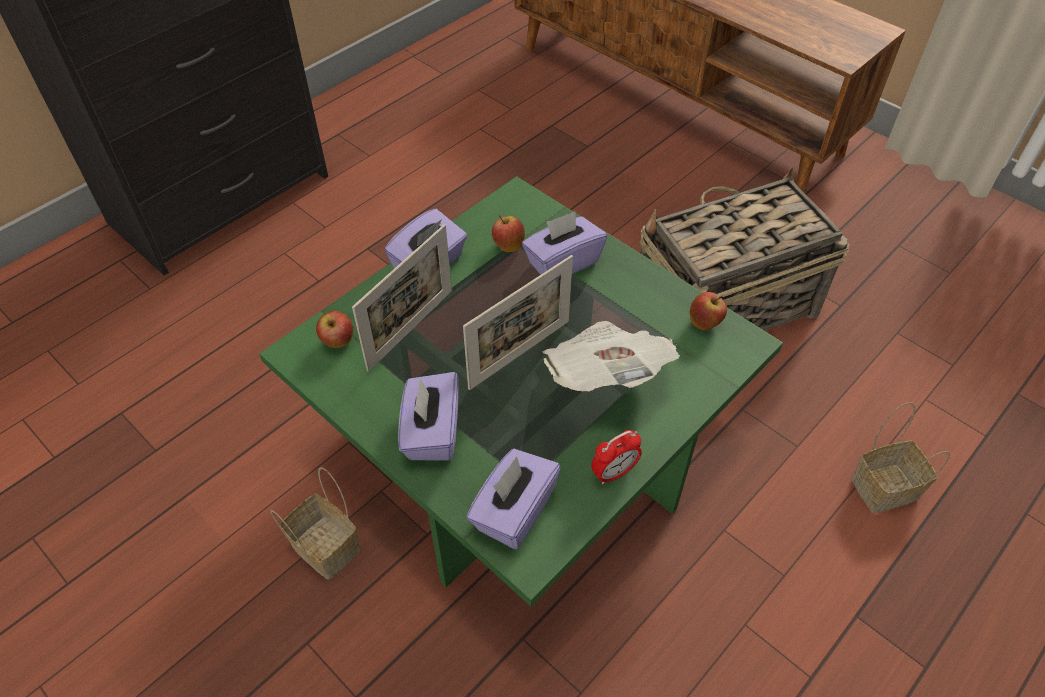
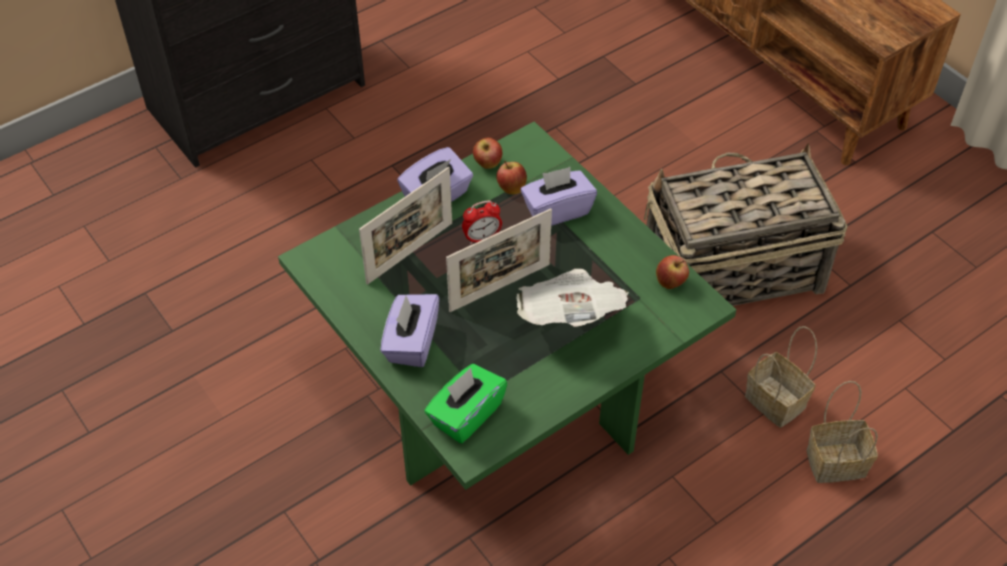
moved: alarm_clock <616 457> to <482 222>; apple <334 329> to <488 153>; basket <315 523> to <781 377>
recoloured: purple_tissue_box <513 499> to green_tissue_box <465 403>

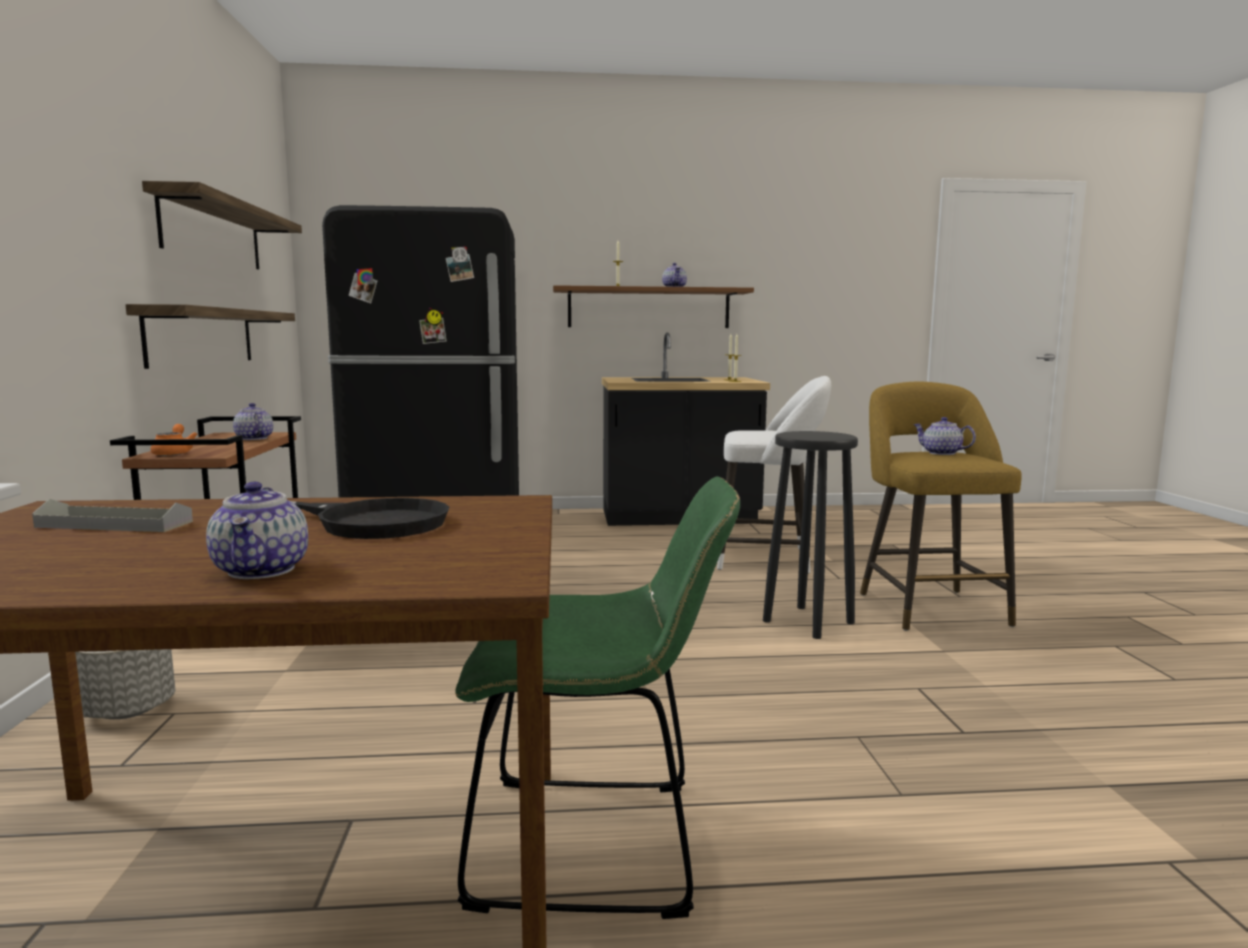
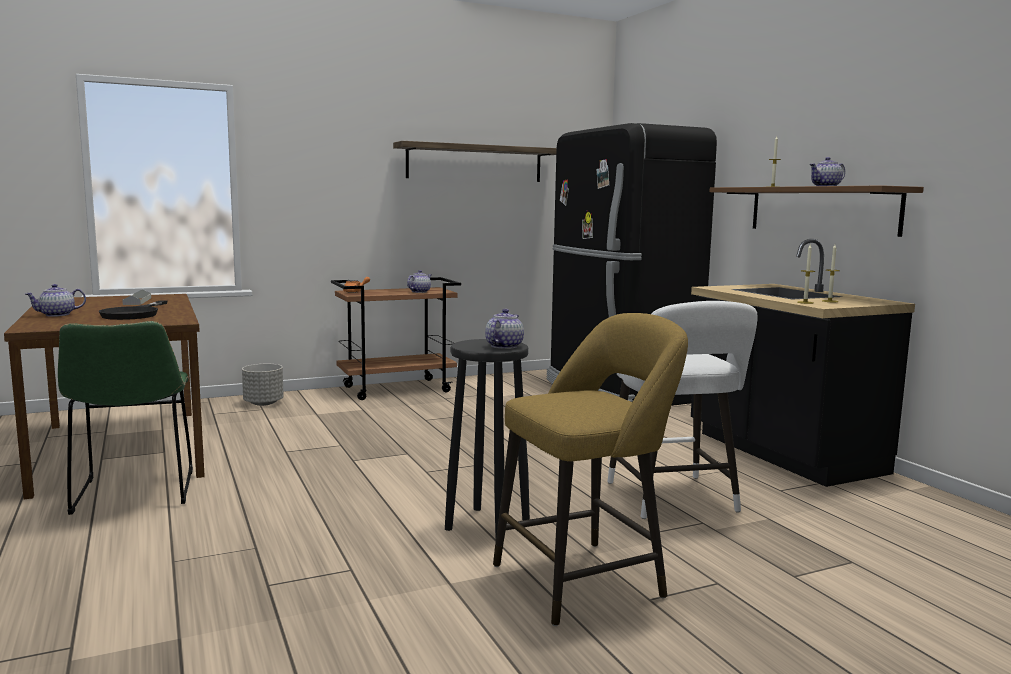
removed: shelf <210 336>
moved: teapot <944 436> to <504 329>

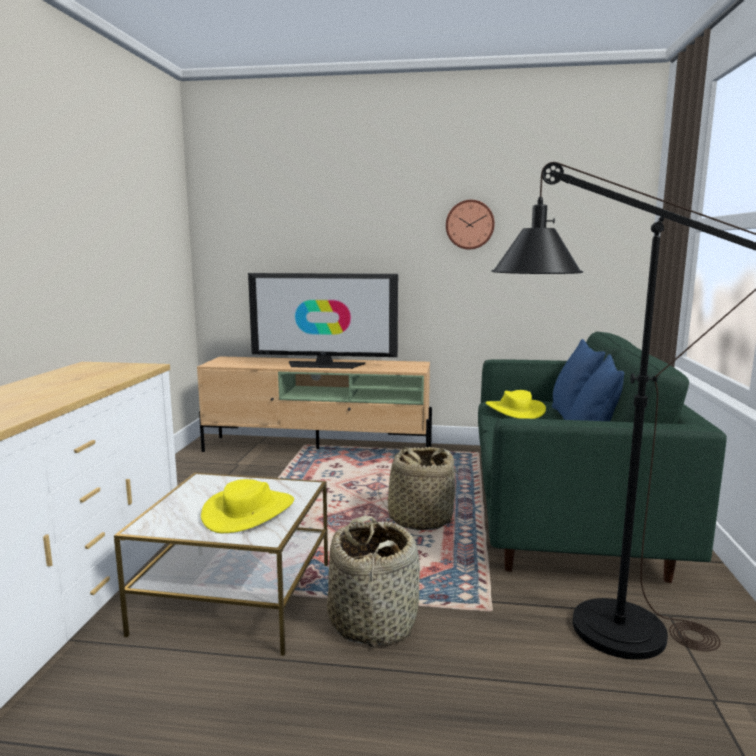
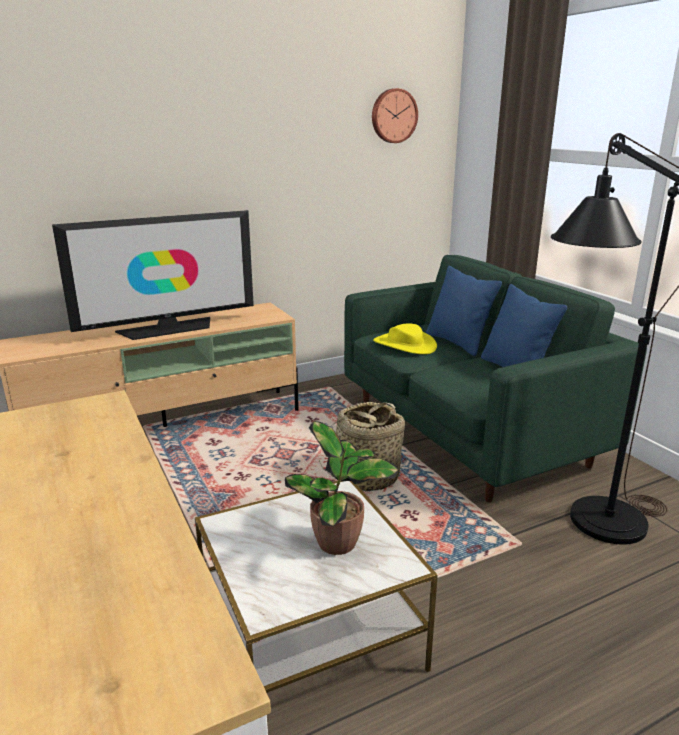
removed: basket <373 581>
moved: wall_clock <470 225> to <395 115>
replaced: yellow_hat <247 506> to potted_plant <342 488>

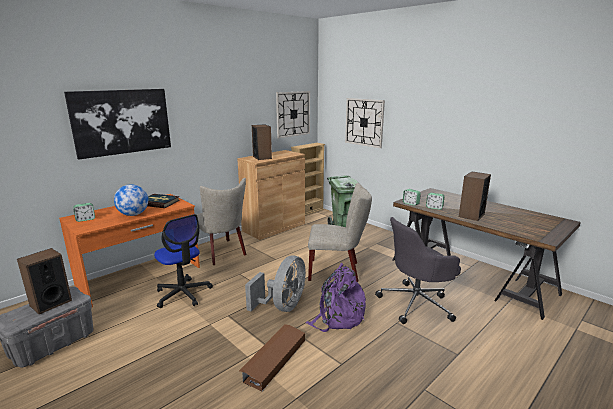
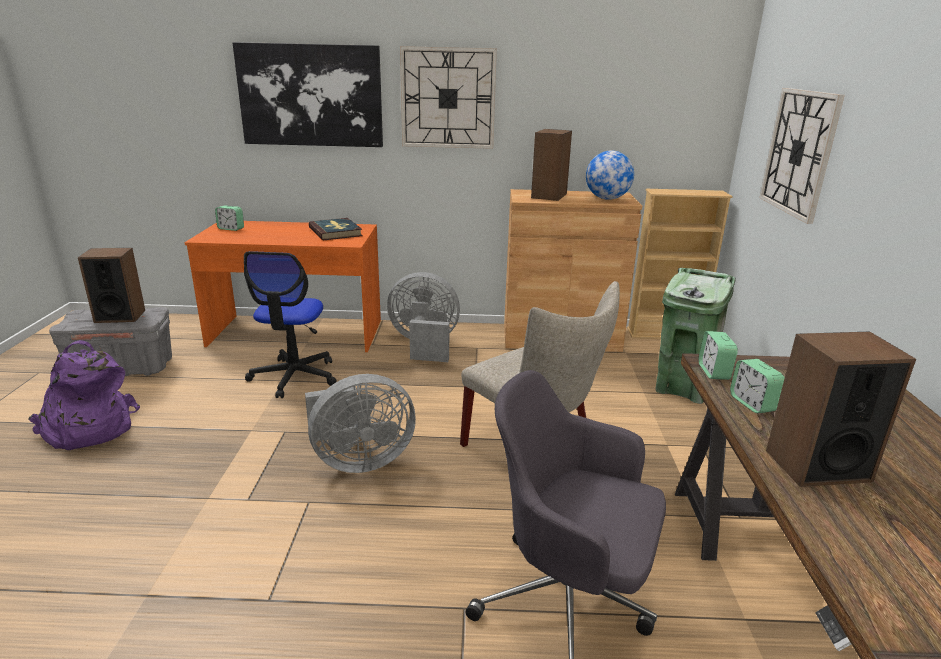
removed: brown_storage_box <272 357>
moved: purple_backpack <336 297> to <84 395>; wall_clock <293 114> to <448 97>; globe <131 200> to <610 175>
replaced: beige_chair <221 221> to grey_fan <423 317>

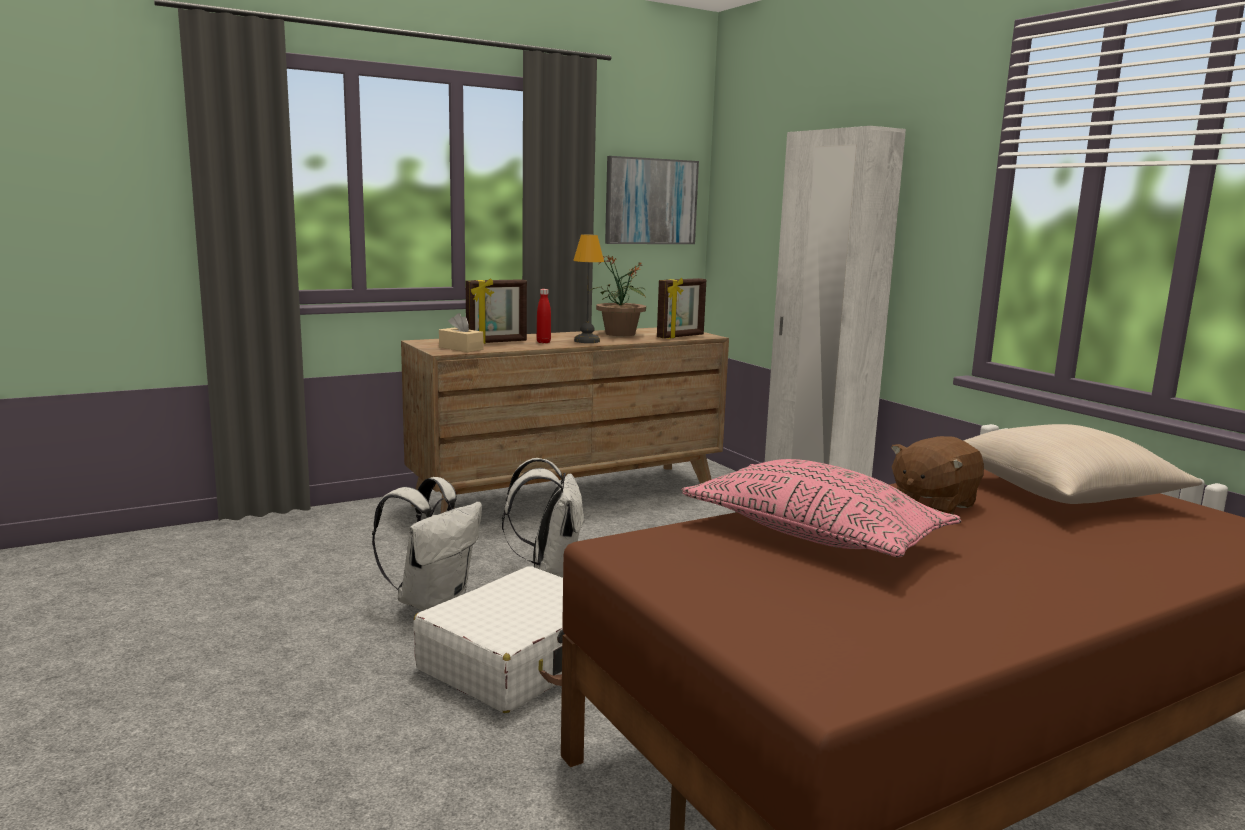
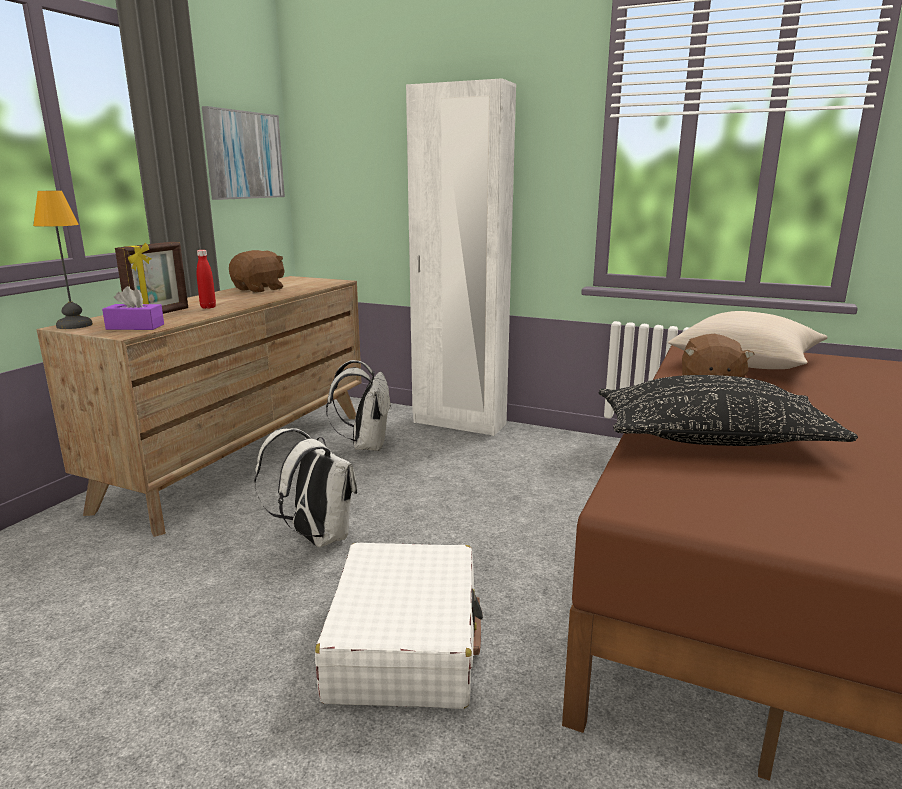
removed: picture_frame <681 308>
moved: table_lamp <588 288> to <63 260>; white_backpack <427 544> to <359 405>
replaced: potted_plant <617 295> to brown_plush_toy <257 271>
recoloured: beige_tissue_box <461 332> to purple_tissue_box <133 308>; pink_pillow <821 508> to black_pillow <728 410>

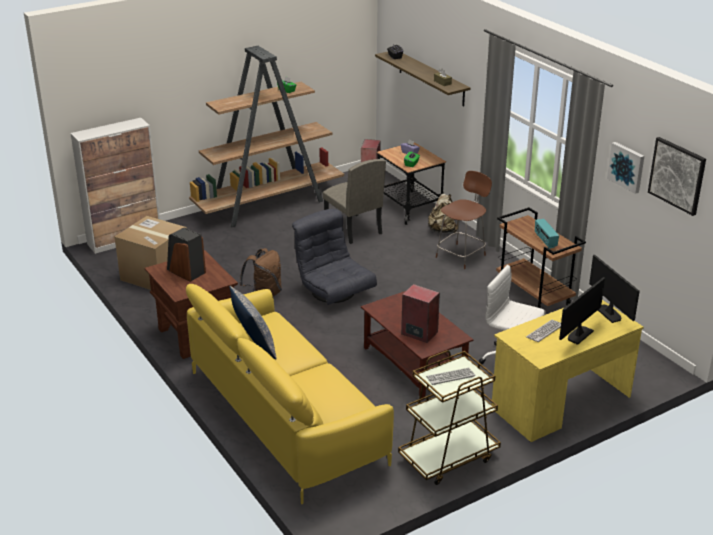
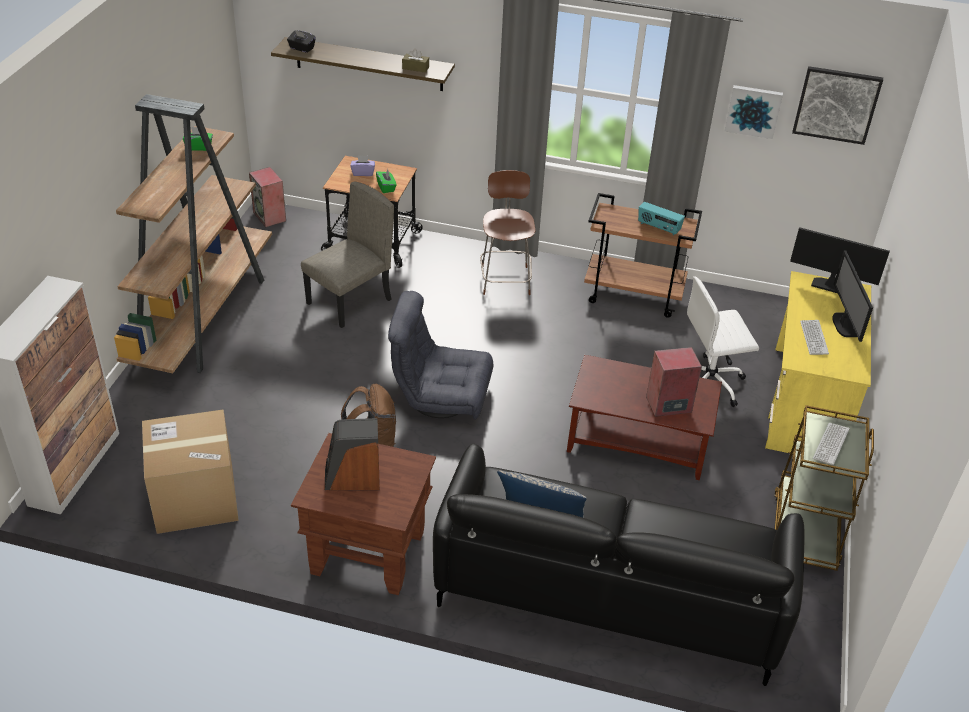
removed: beige_backpack <443 213>
recoloured: yellow_sofa <290 394> to black_sofa <619 565>
turned: beige_chair <354 201> = <347 254> 60 degrees counterclockwise

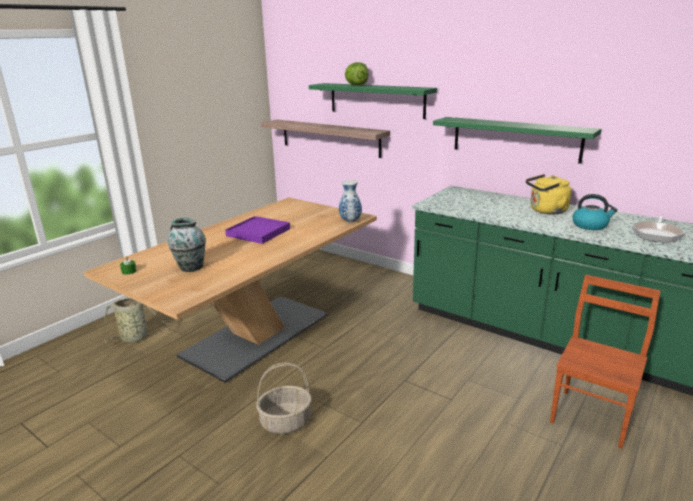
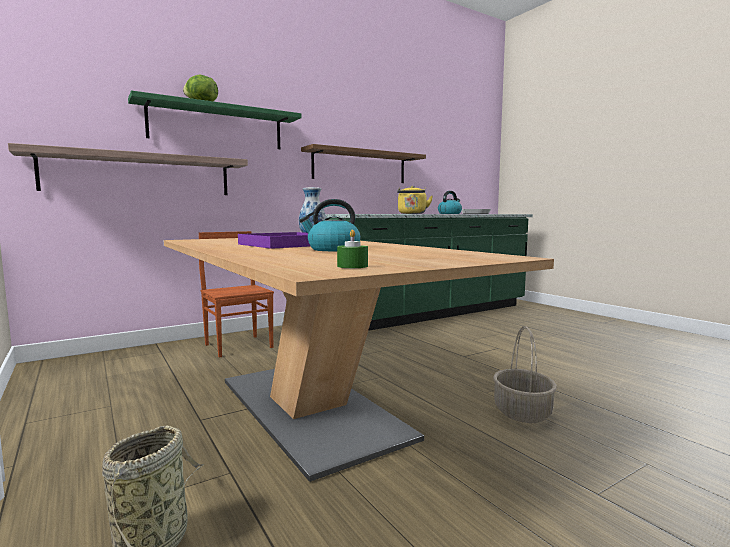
removed: vase <187 245>
added: kettle <330 225>
moved: brown_chair <605 362> to <236 294>
recoloured: green_shelf <517 140> to brown_shelf <363 163>

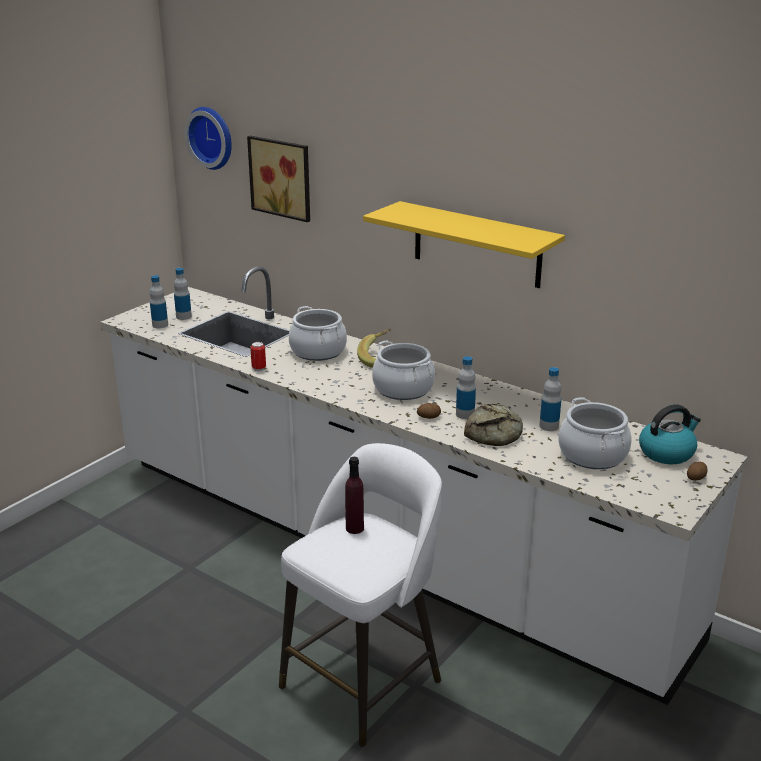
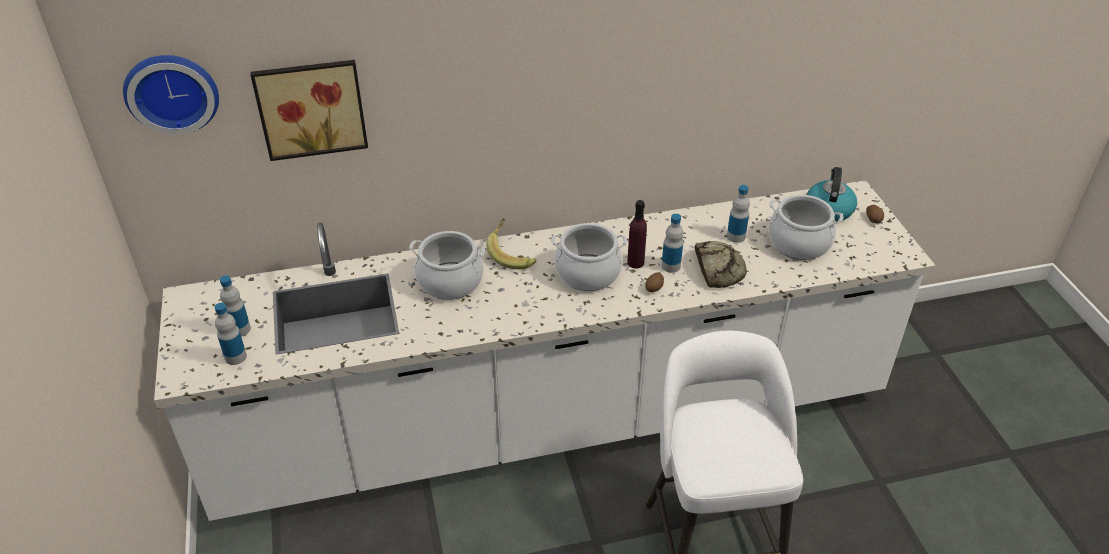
removed: can <258 356>; yellow_shelf <464 244>
moved: purple_bottle <354 495> to <637 234>

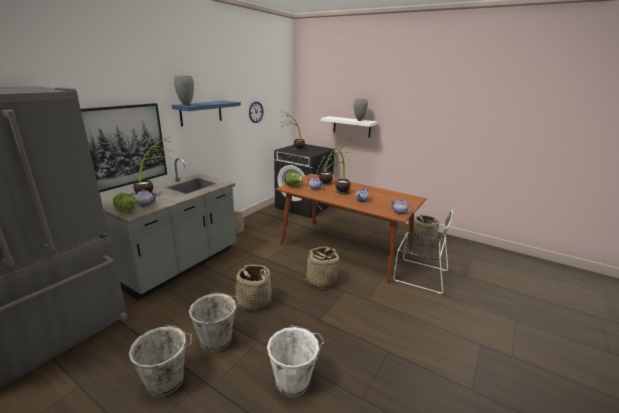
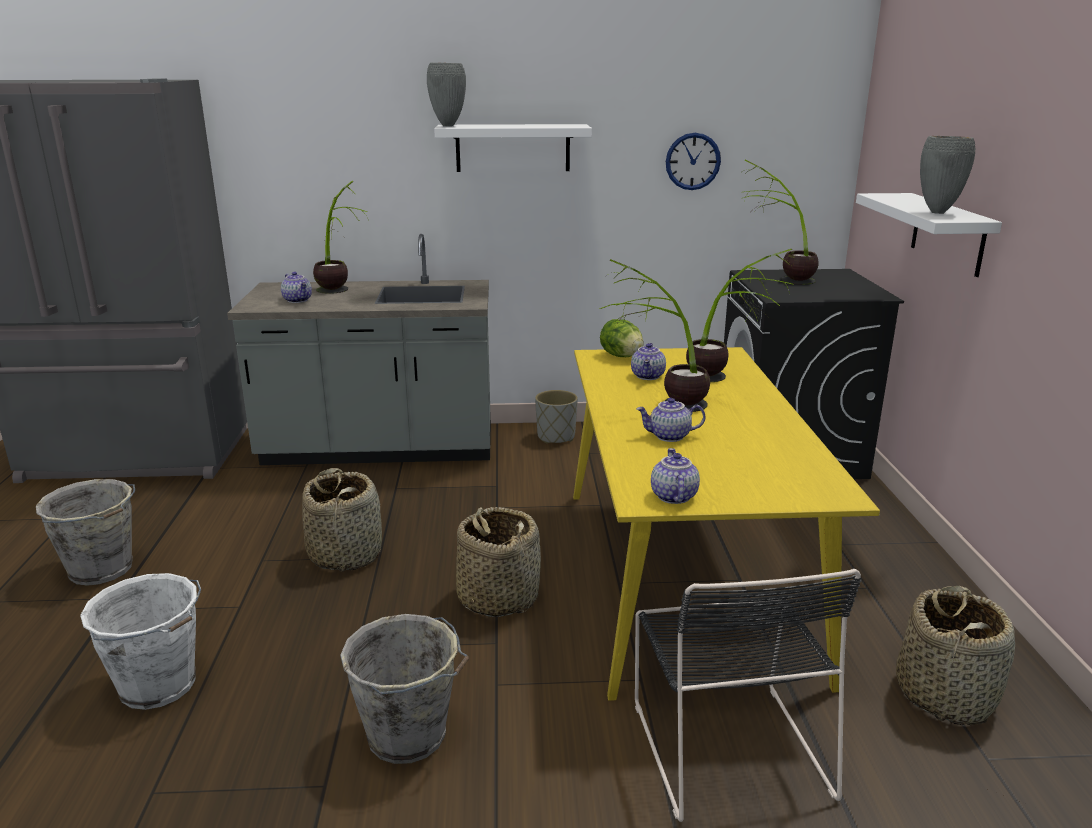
removed: picture <124 147>; lettuce <124 203>
moved: grey_bucket <215 322> to <404 689>
recoloured: blue_shelf <206 113> to white_shelf <513 148>; brown_dining_table <351 229> to yellow_dining_table <726 524>

